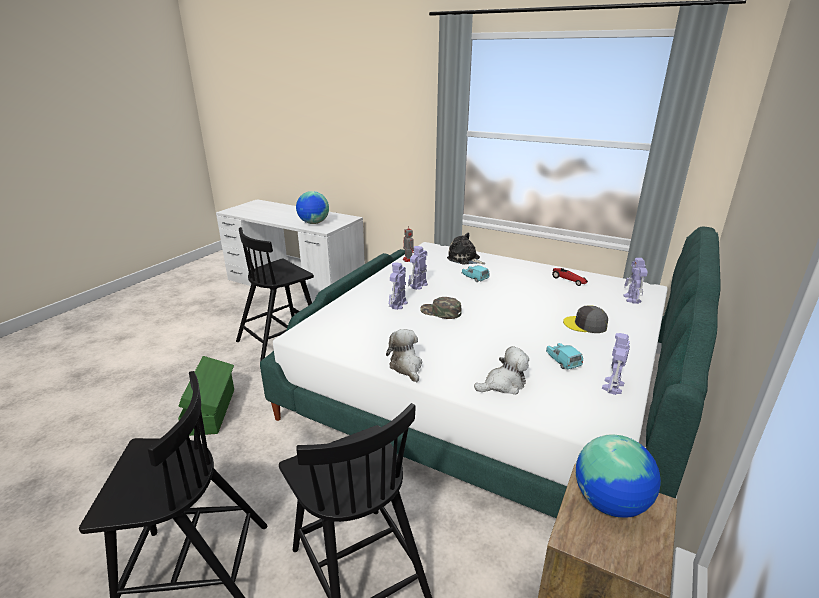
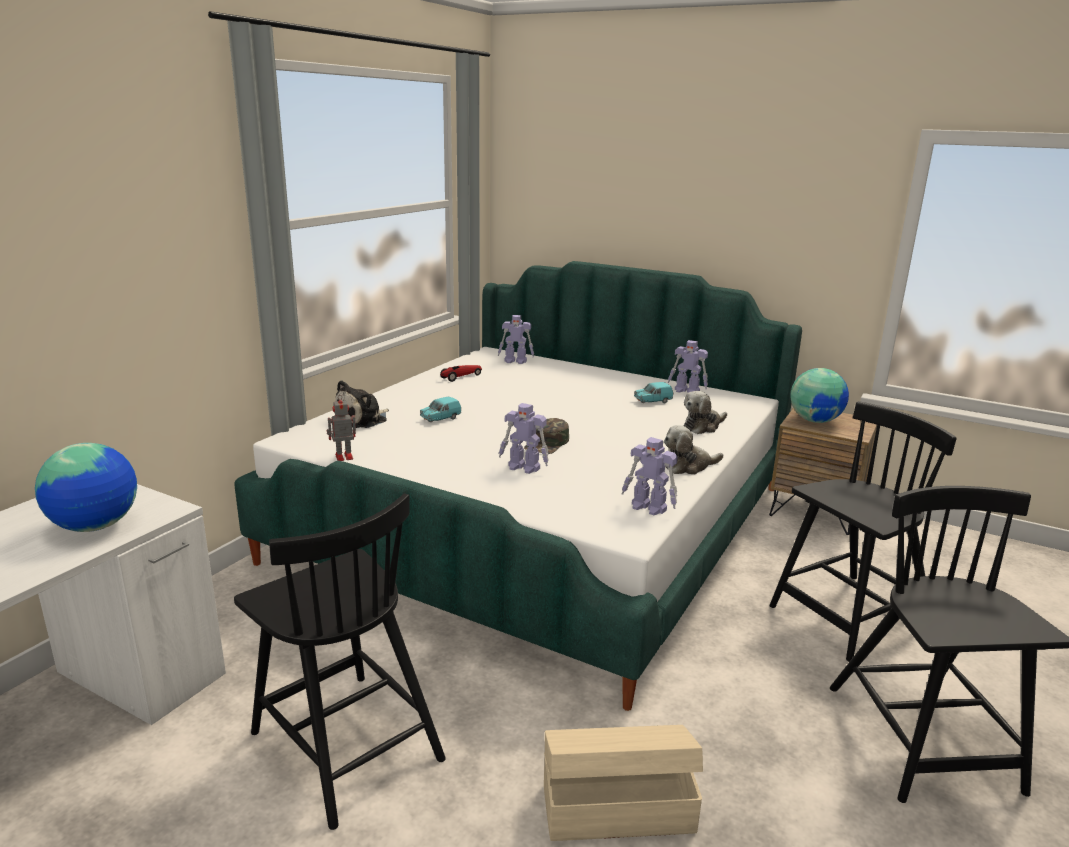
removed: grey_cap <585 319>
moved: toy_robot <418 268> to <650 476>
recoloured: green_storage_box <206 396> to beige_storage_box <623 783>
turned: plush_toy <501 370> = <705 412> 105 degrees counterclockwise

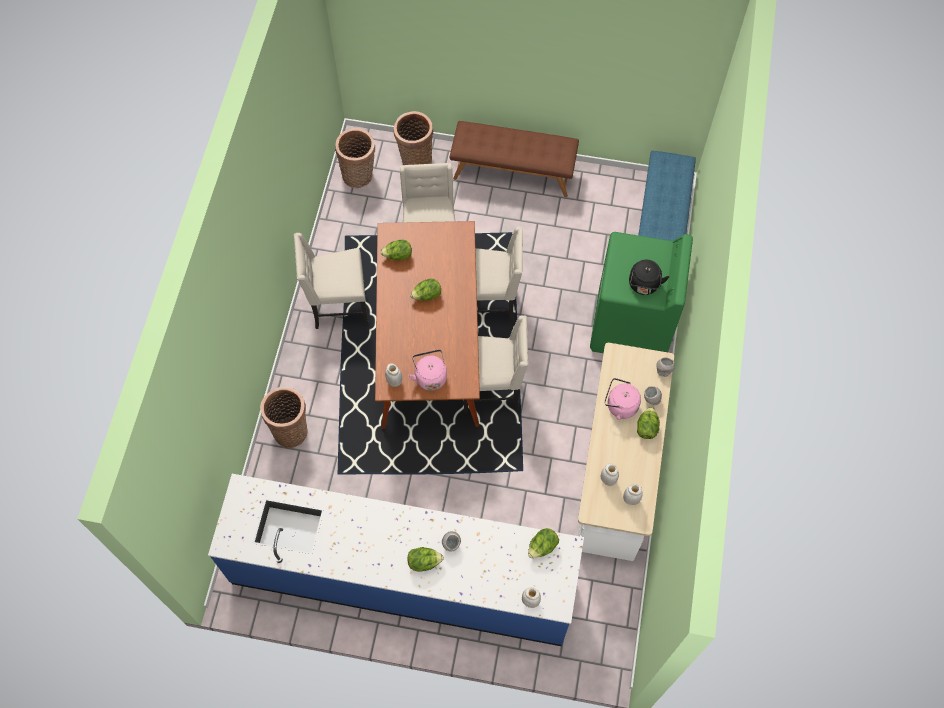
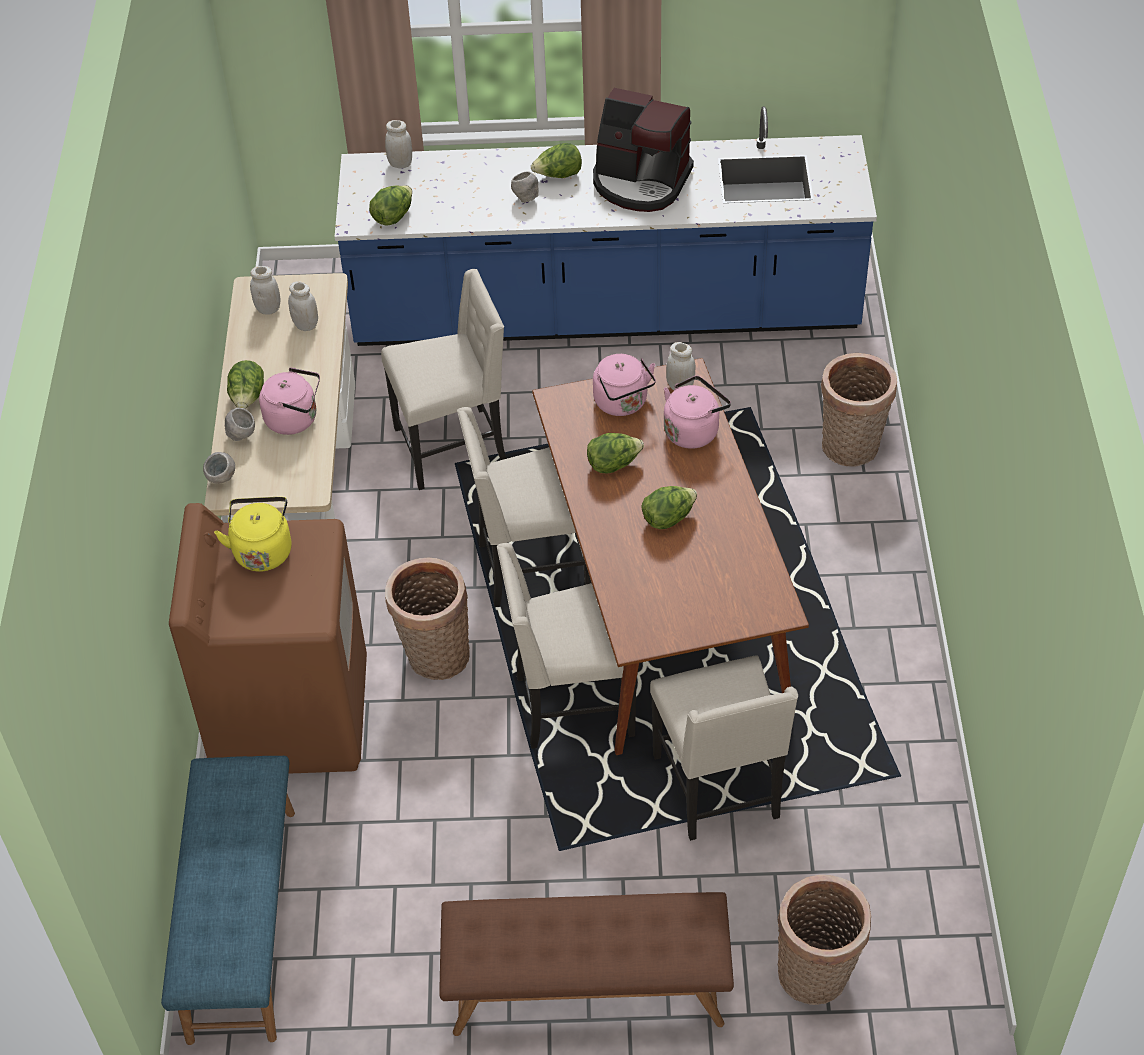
added: coffee_machine <643 150>; pink_kettle <697 412>
moved: beige_chair <331 281> to <443 379>; basket <355 158> to <427 618>; lettuce <396 250> to <615 453>
recoloured: green_washing_machine <641 292> to brown_washing_machine <268 638>; black_kettle <649 277> to yellow_kettle <253 534>

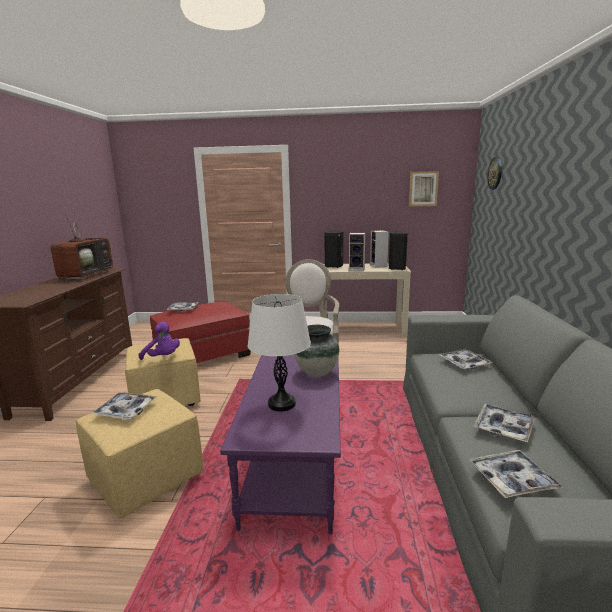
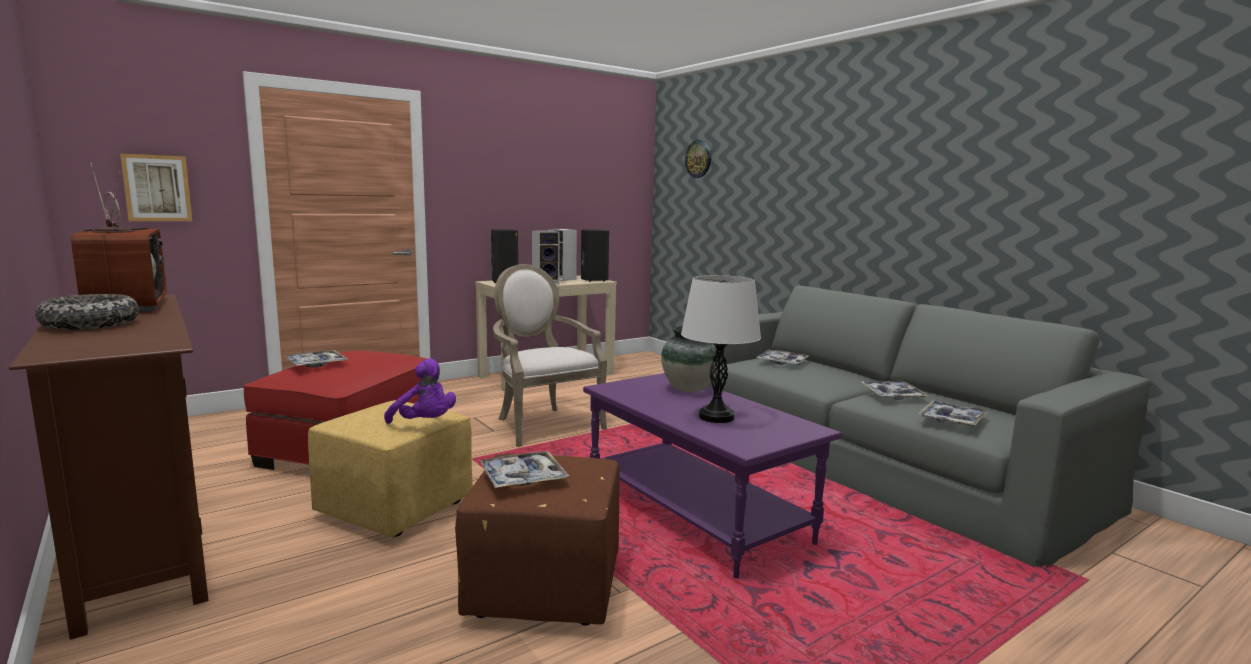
added: bowl <87 312>
moved: picture <424 189> to <156 187>
recoloured: yellow_ottoman <140 454> to brown_ottoman <537 540>
turned: purple_plush_toy <159 340> = <420 391> 45 degrees clockwise

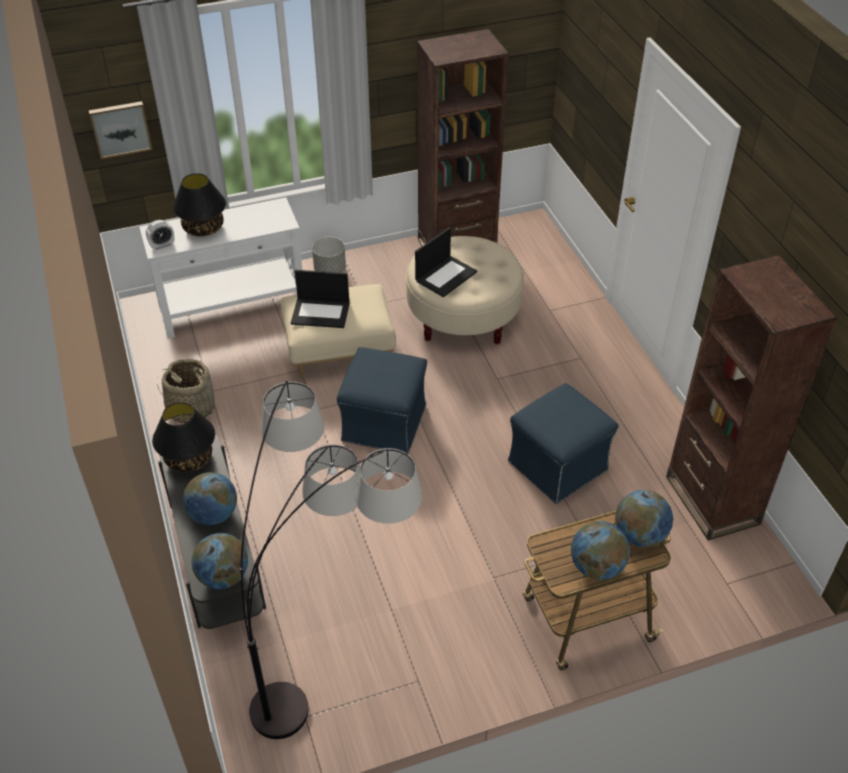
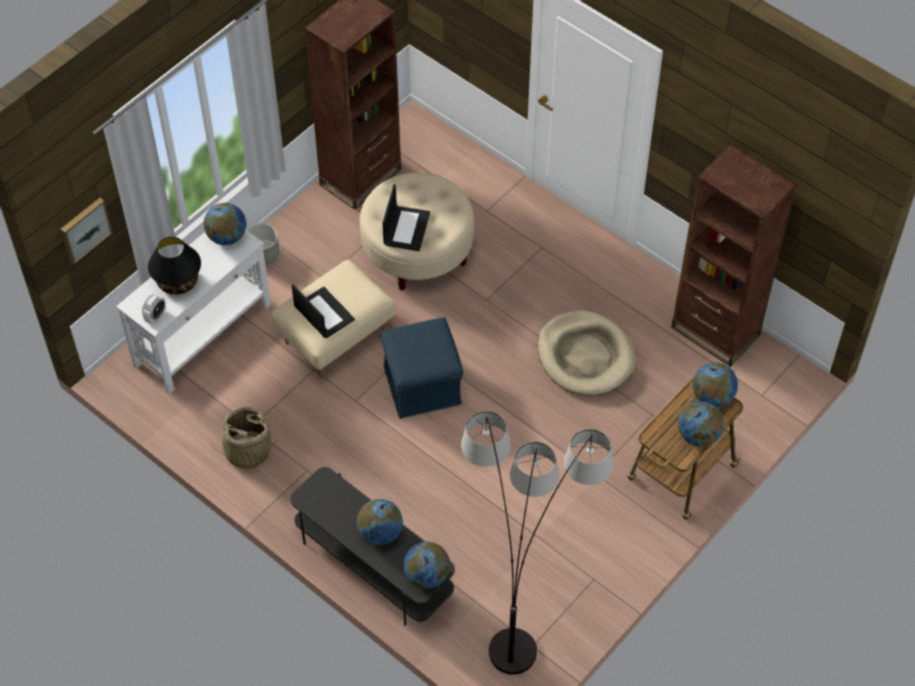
removed: black_table_lamp <183 437>
added: globe <225 224>
replaced: blue_ottoman <563 443> to beige_dog_bed <586 353>
turned: laptop <320 299> = <323 311> 105 degrees counterclockwise

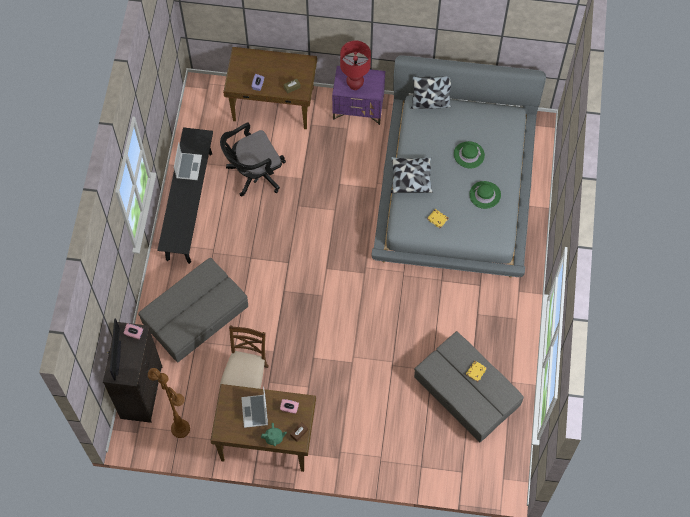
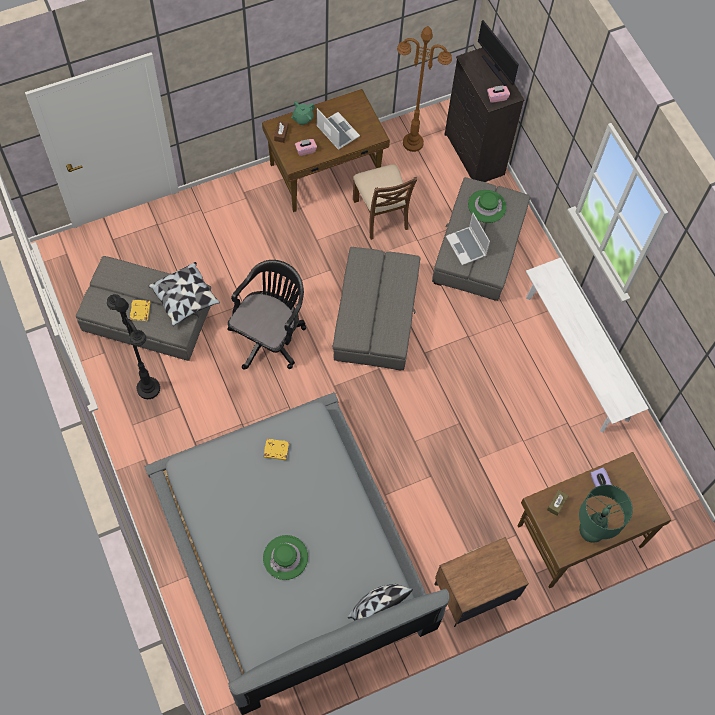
removed: red_table_lamp <355 65>
added: black_floor_lamp <133 346>; grey_ottoman <376 309>; green_table_lamp <606 514>
moved: pillow <412 175> to <184 294>; black_office_chair <253 160> to <267 315>; laptop <188 161> to <468 239>; green_hat <485 195> to <487 206>
recoloured: purple_nightstand <358 95> to brown_nightstand <481 582>; black_bench <185 195> to white_bench <587 345>

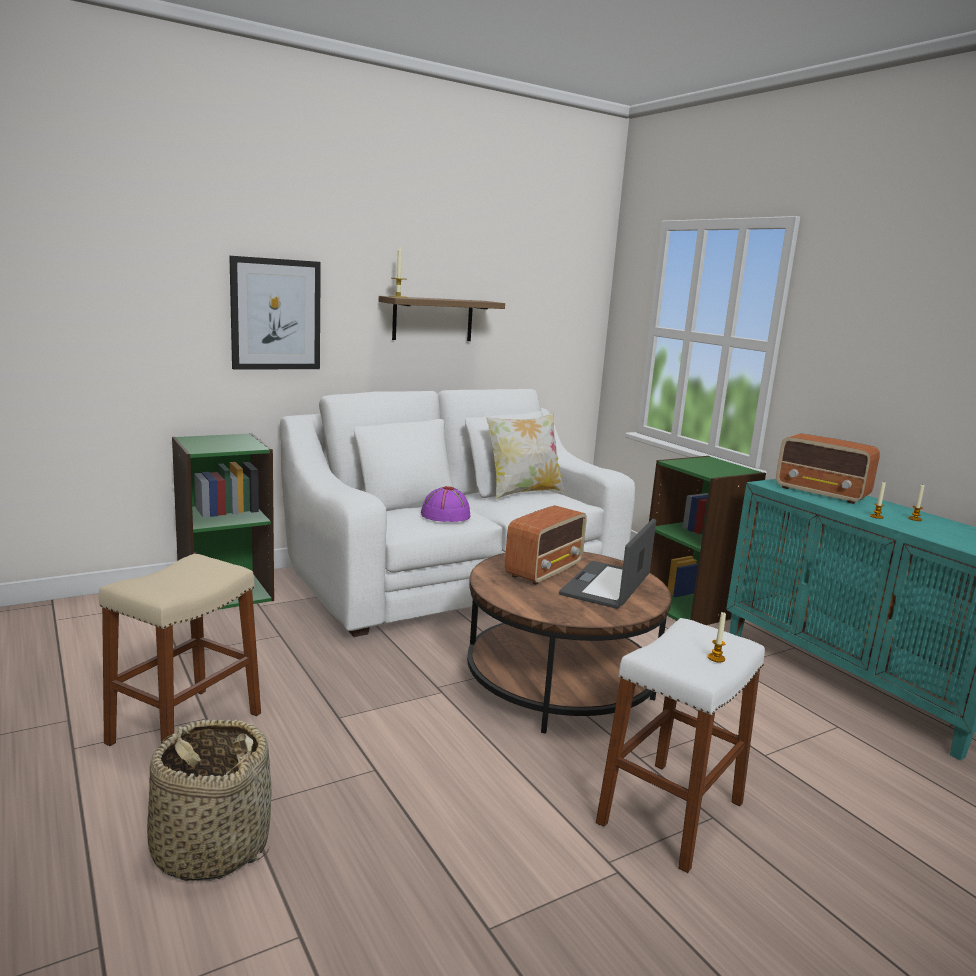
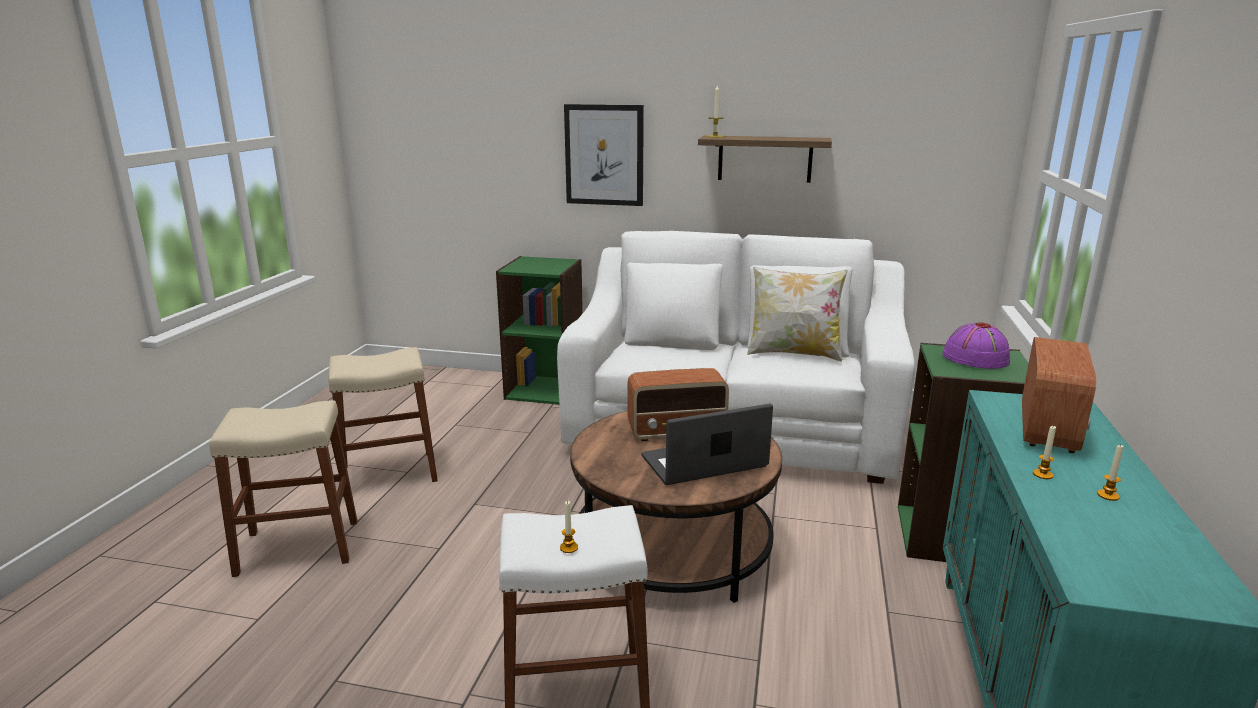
moved: purple_hat <445 504> to <976 345>
replaced: basket <209 800> to beige_stool <283 488>
turned: radio <828 469> = <1059 395> 150 degrees counterclockwise

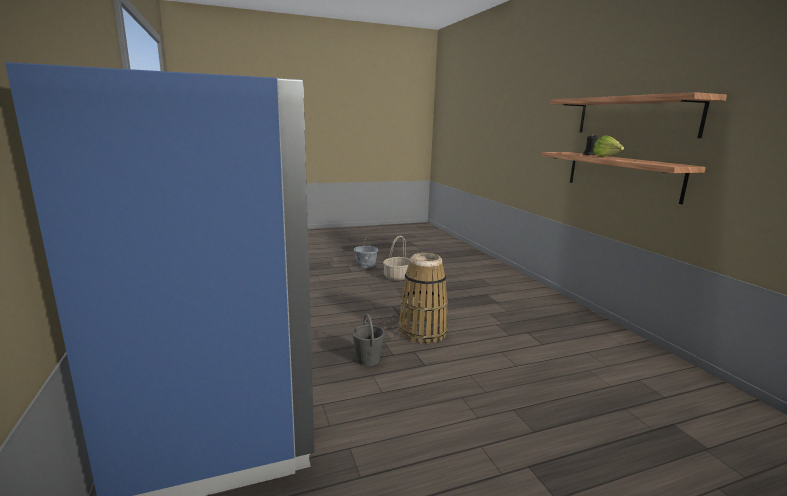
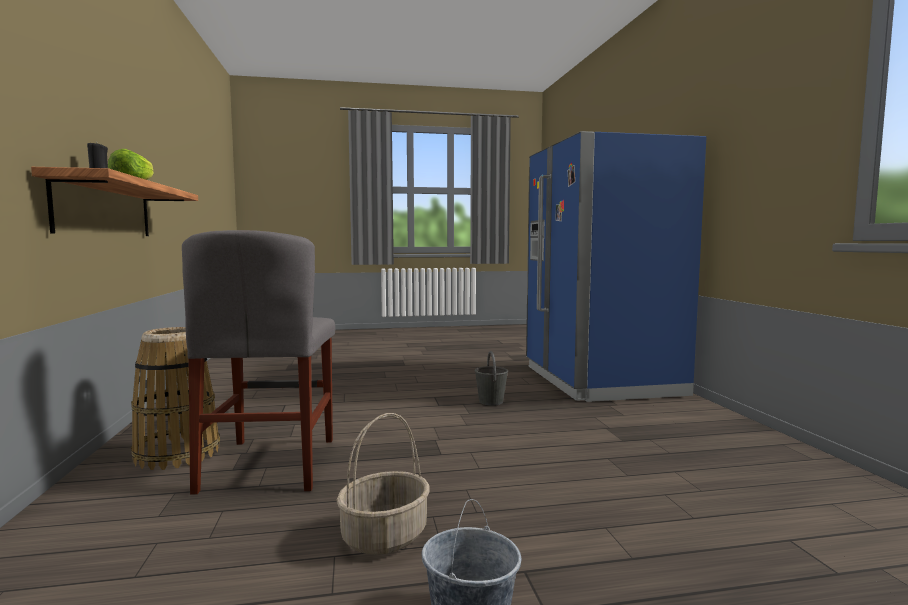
removed: shelf <638 115>
added: grey_chair <258 362>
moved: basket <423 298> to <175 398>

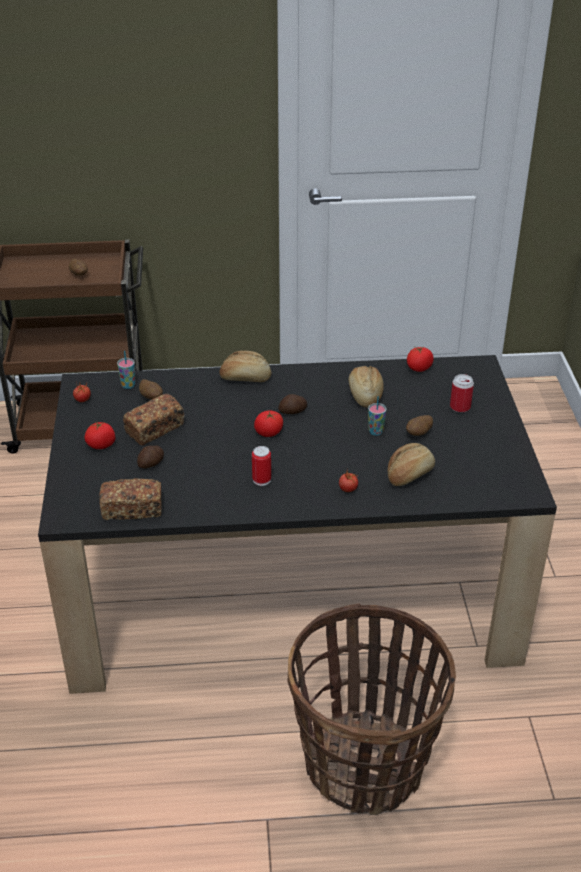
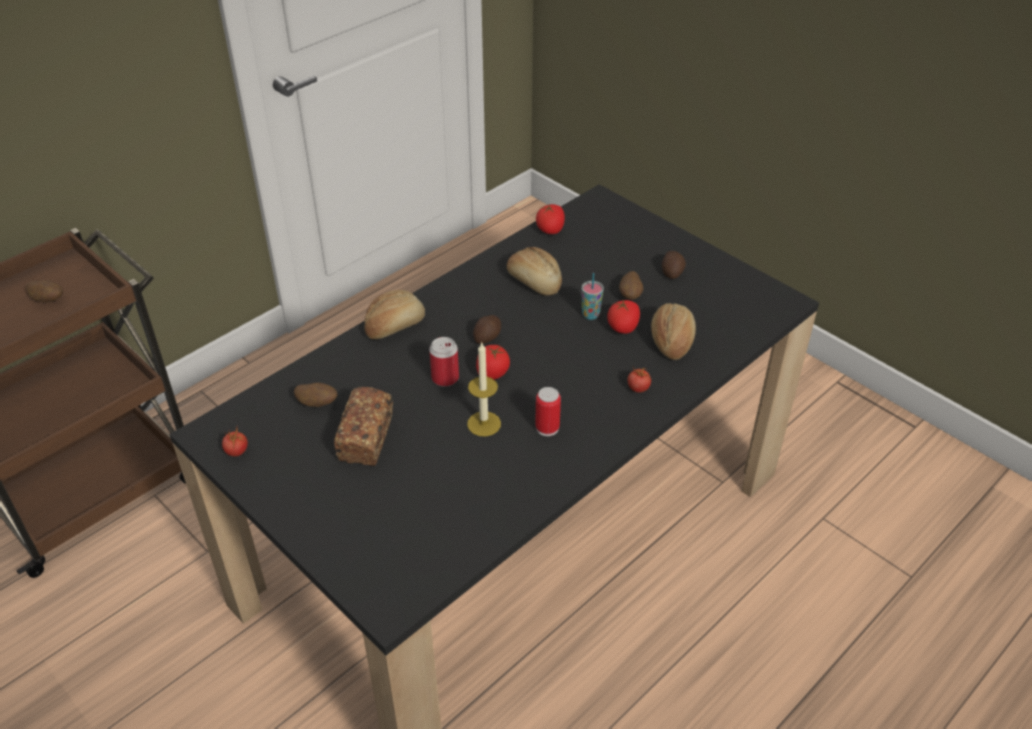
removed: bread <130 499>; cup <126 370>; basket <372 709>
added: candle <484 389>
moved: can <462 393> to <444 362>; tomato <99 435> to <624 317>; potato <150 457> to <674 265>

